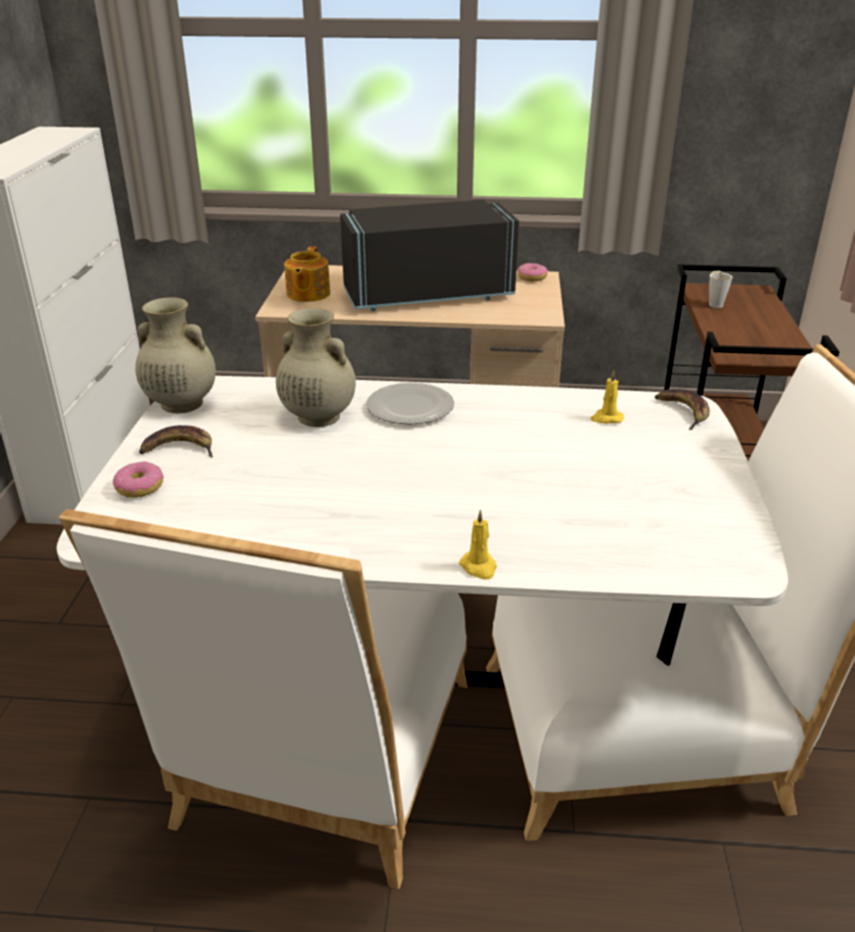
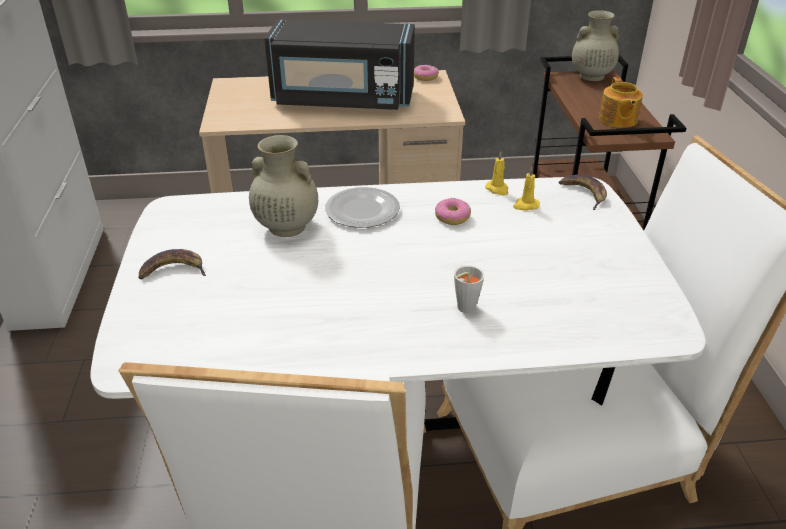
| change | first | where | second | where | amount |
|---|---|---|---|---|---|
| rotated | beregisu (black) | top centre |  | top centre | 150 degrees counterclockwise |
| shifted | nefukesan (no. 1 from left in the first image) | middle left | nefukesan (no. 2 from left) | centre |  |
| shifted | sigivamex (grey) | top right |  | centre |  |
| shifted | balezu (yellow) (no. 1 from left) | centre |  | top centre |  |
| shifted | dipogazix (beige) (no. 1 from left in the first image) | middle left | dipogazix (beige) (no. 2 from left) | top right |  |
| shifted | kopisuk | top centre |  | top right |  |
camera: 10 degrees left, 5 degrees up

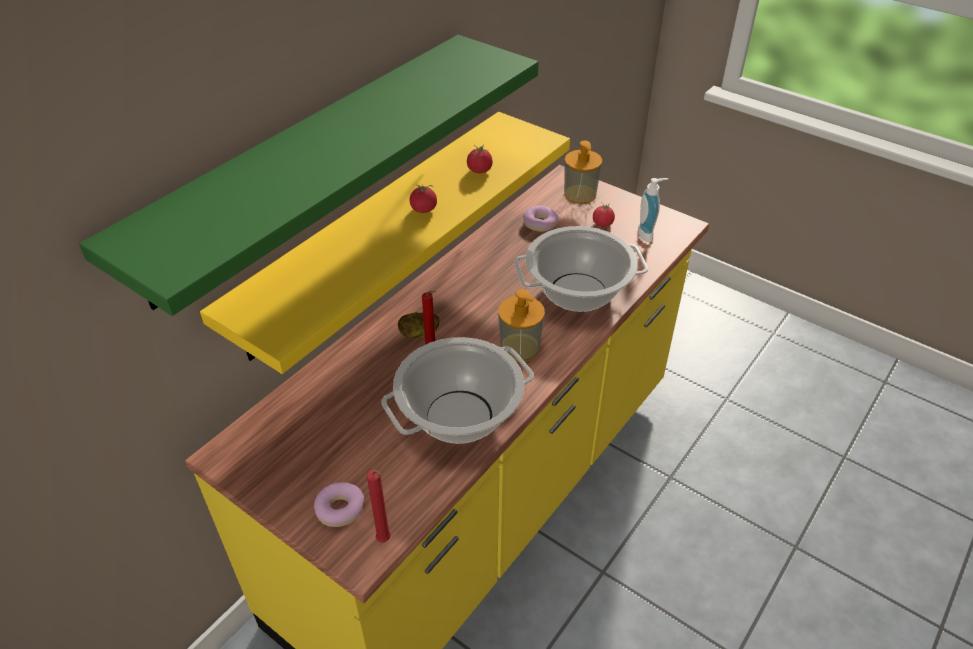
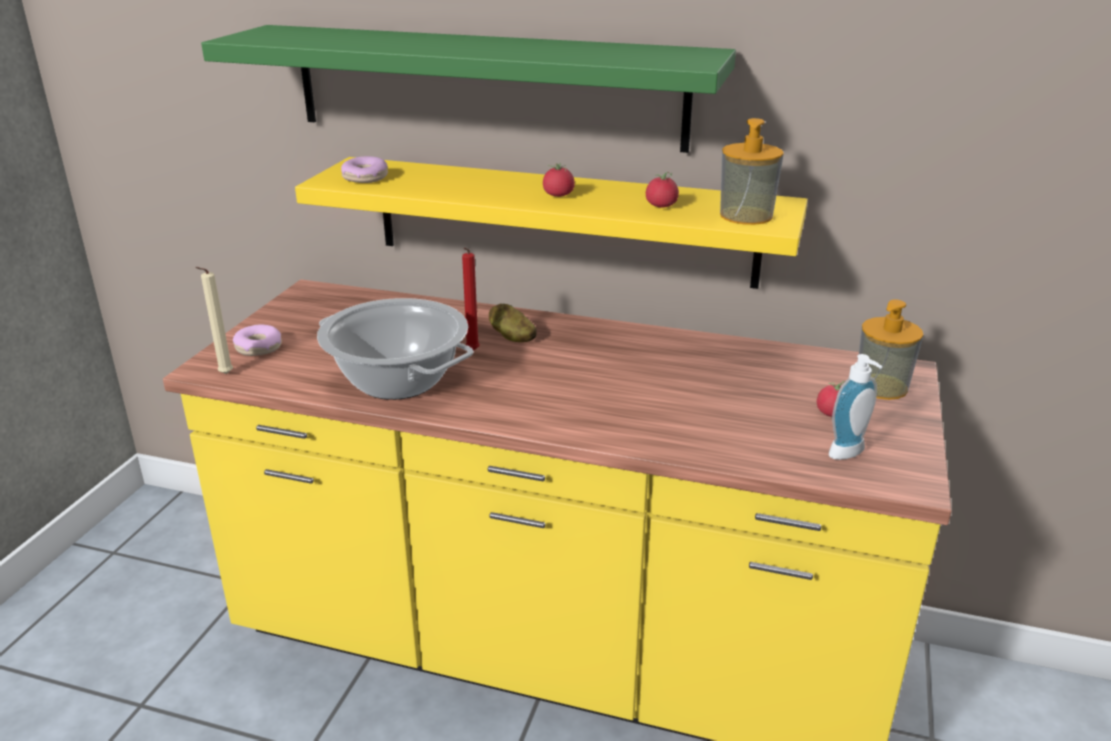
| change | first | where | second | where | amount |
|---|---|---|---|---|---|
| repainted | balezu (red) (no. 1 from left) | bottom centre | balezu (beige) | middle left |  |
| shifted | nefukesan (no. 2 from left) | centre |  | top left |  |
| shifted | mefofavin (no. 1 from left) | centre |  | top right |  |
| gone | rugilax (no. 2 from left) | centre |  |  |  |
camera: 70 degrees right, 15 degrees down

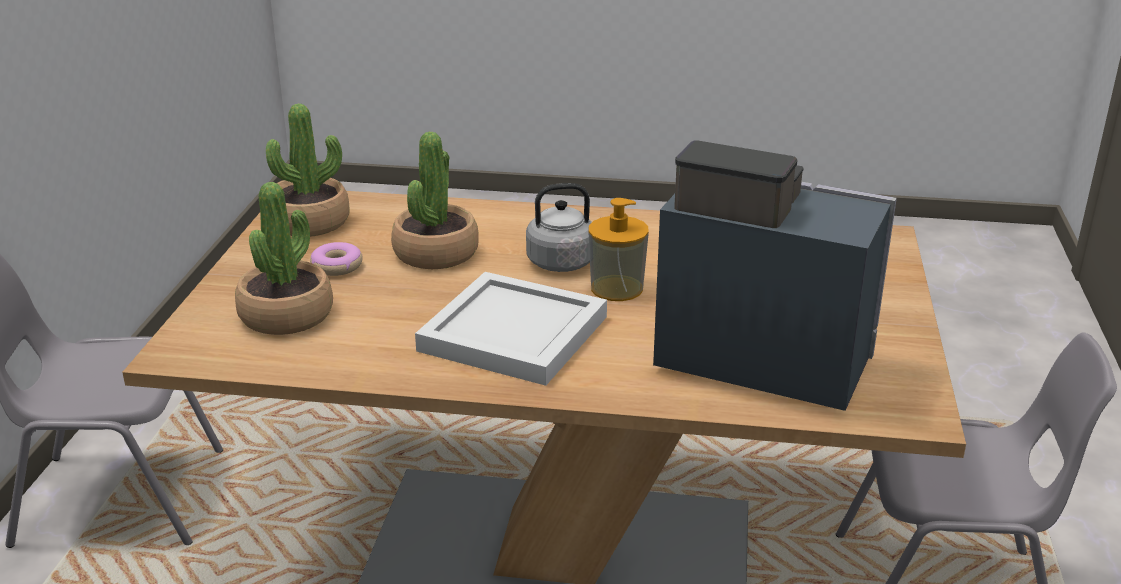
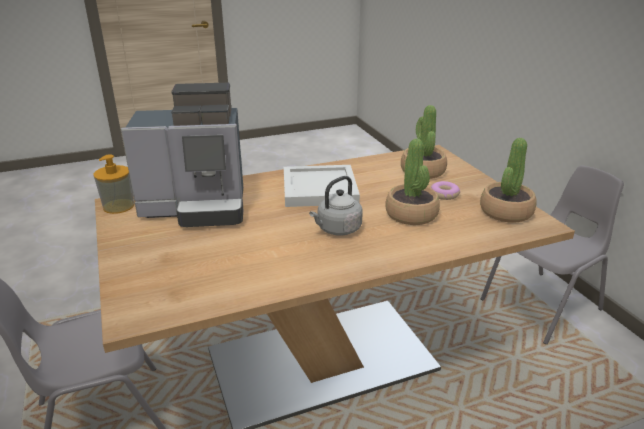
| change | first | where | second | where | amount |
|---|---|---|---|---|---|
| shifted | mefofavin | centre |  | middle left |  |
camera: 150 degrees right, 0 degrees up

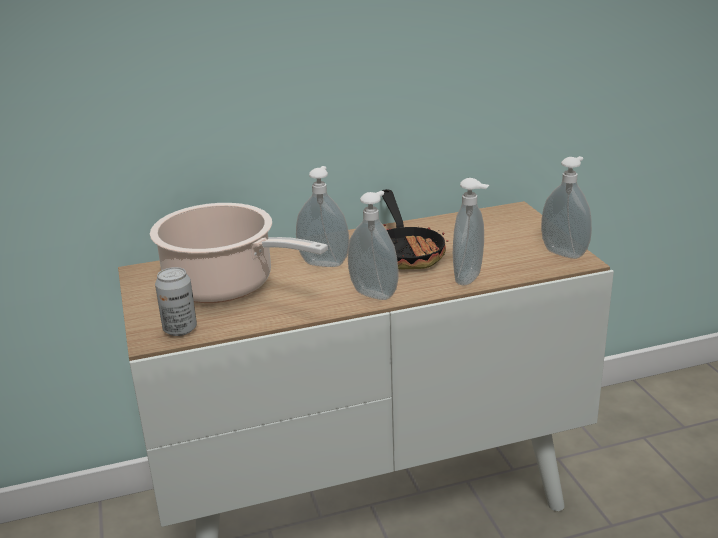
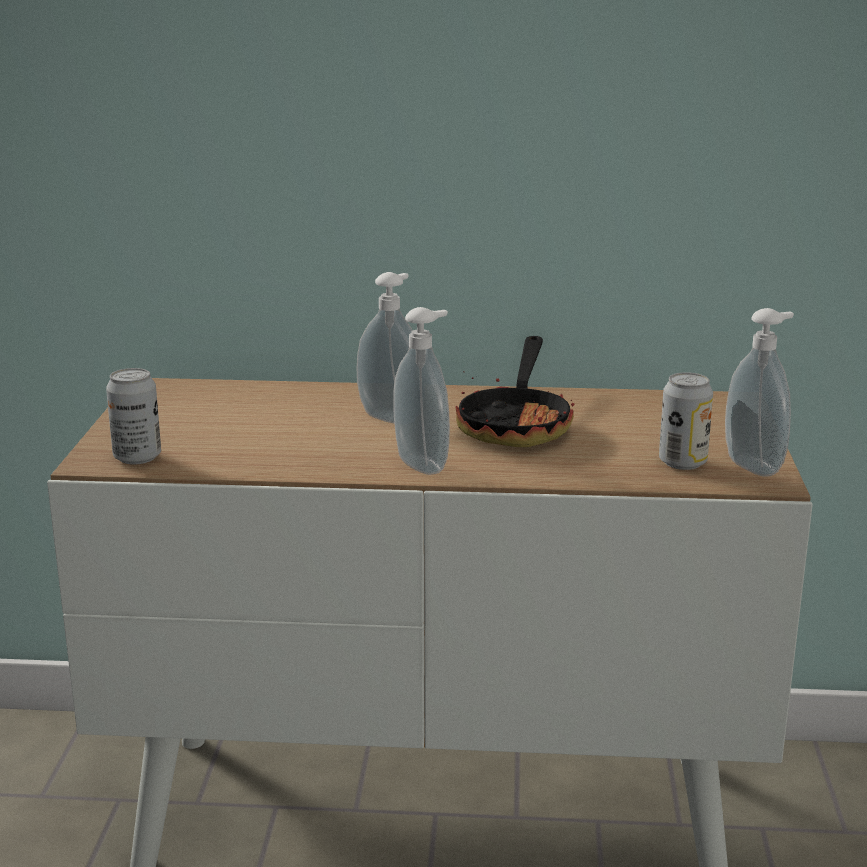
| change | first | where | second | where | amount |
|---|---|---|---|---|---|
| new |  |  | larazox (no. 2 from left) | middle right |  |
| gone | rugilax | middle left |  |  |  |
| gone | mefofavin (no. 3 from left) | centre |  |  |  |
camera: 20 degrees right, 5 degrees down

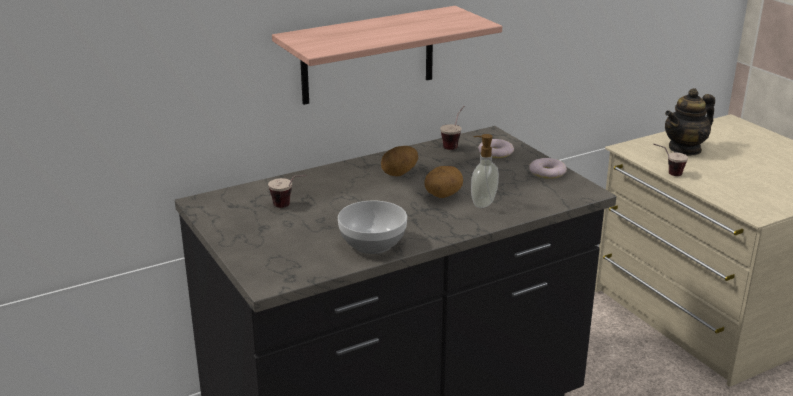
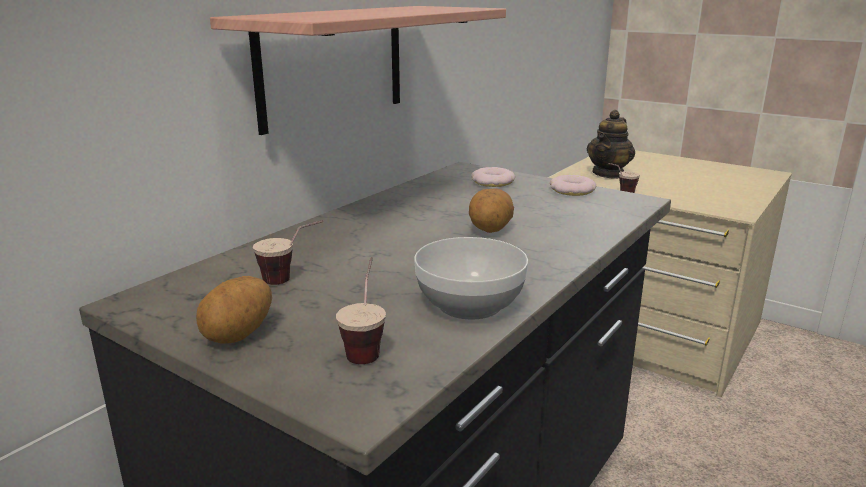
| change | first | where | second | where | amount |
|---|---|---|---|---|---|
| shifted | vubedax (no. 1 from left) | centre |  | middle left |  |
| shifted | sigivamex (no. 2 from left) | top centre |  | centre |  |
| gone | mefofavin | centre |  |  |  |
camera: 25 degrees left, 5 degrees down

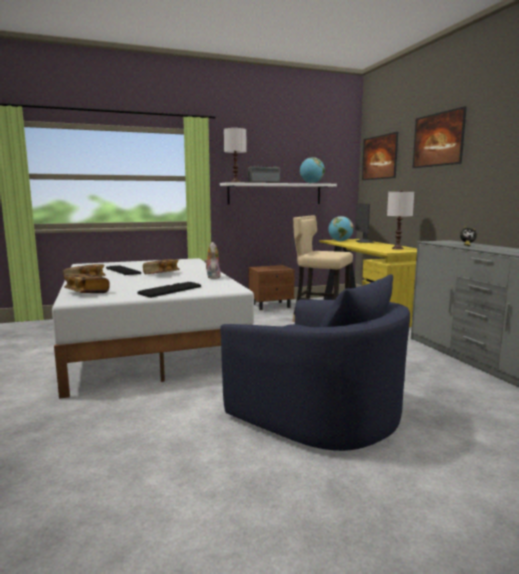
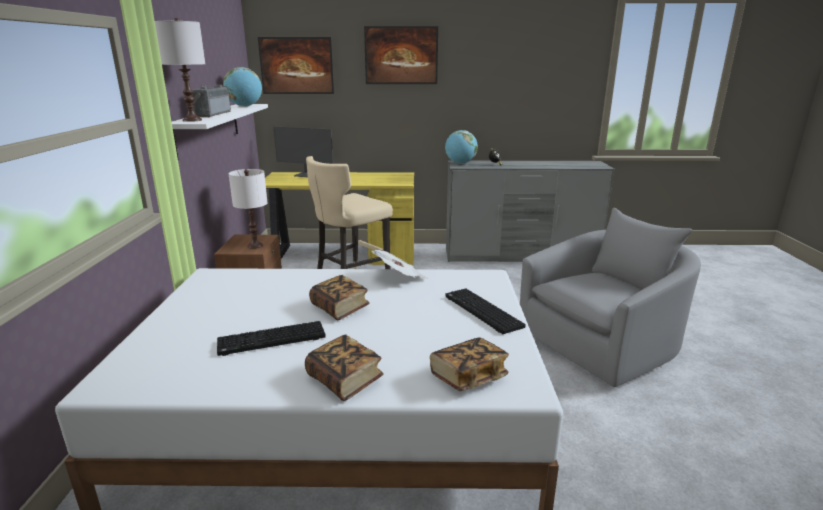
| change | first | where | second | where | amount |
|---|---|---|---|---|---|
| shifted | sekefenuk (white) (no. 2 from left) | middle right |  | middle left |  |
| swapped | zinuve | centre | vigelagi | centre |  |
| shifted | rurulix (no. 2 from left) | centre |  | top centre |  |
| repainted | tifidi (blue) | centre | tifidi (grey) | middle right |  |
camera: 70 degrees left, 10 degrees up

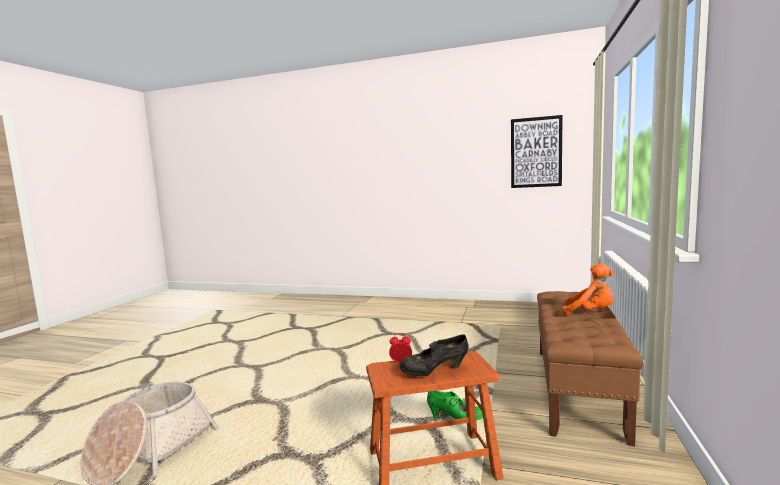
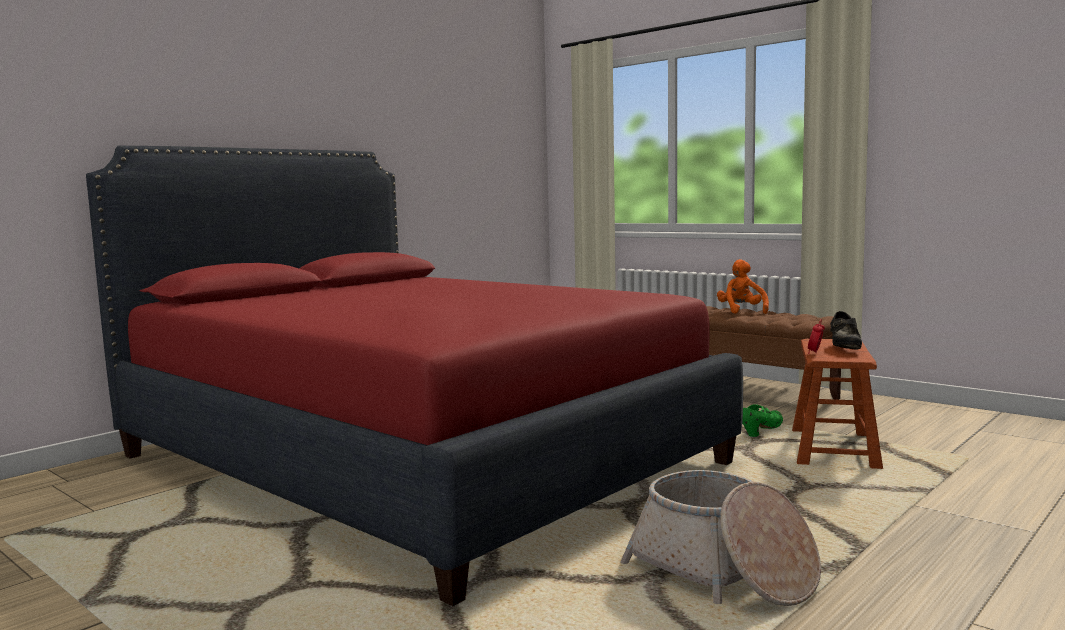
| change | first | where | second | where | amount |
|---|---|---|---|---|---|
| new |  |  | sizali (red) | centre |  |
| rotated | zinuve (orange) | middle right |  | middle right | 60 degrees counterclockwise |
| gone | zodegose | top right |  |  |  |
camera: 65 degrees left, 0 degrees up

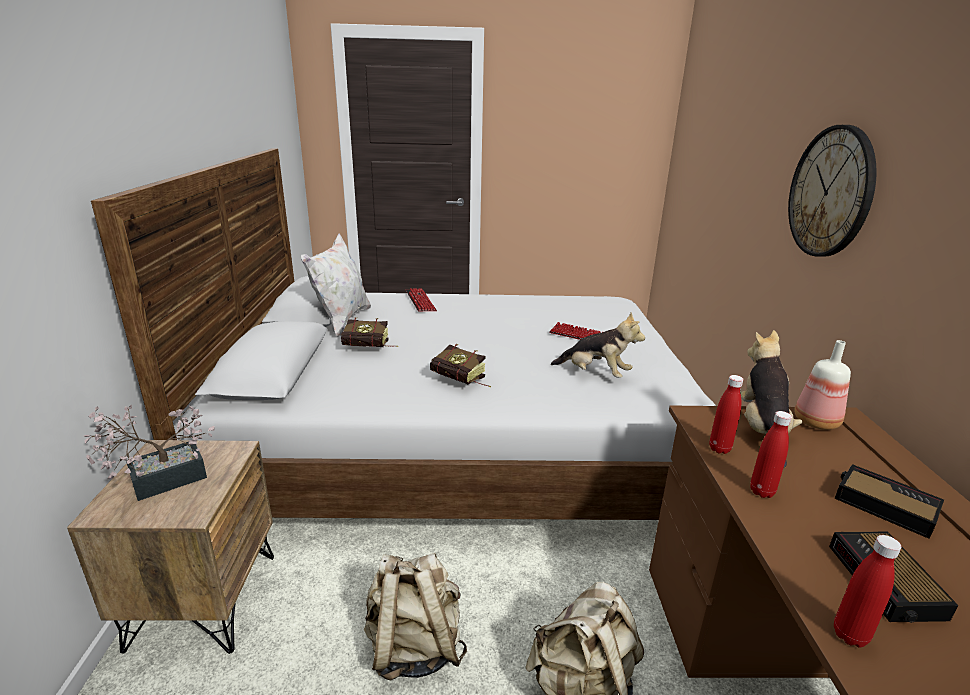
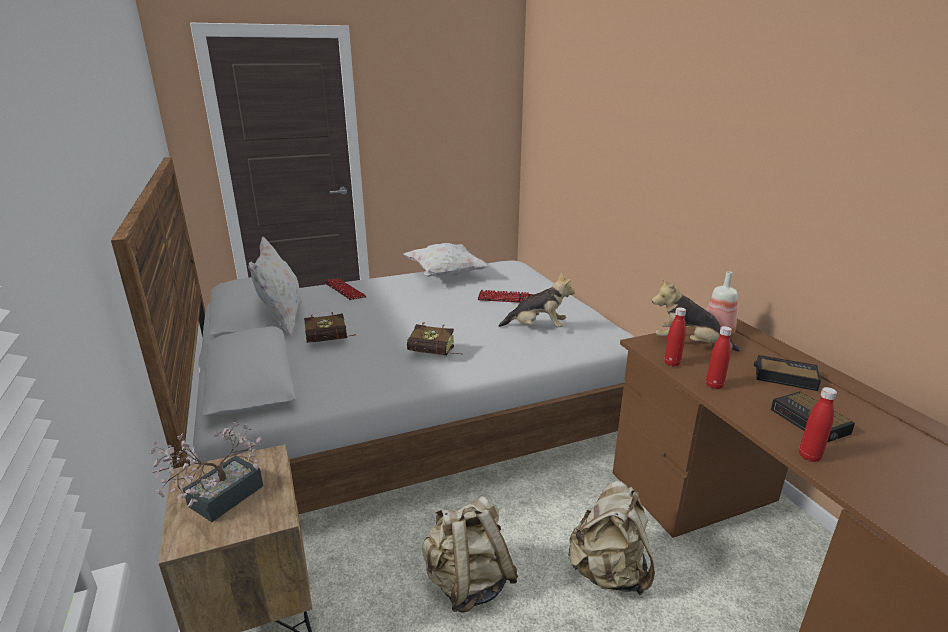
| change | first | where | second | where | amount |
|---|---|---|---|---|---|
| new |  |  | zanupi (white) (no. 2 from left) | centre |  |
| rotated | zinuve (no. 2 from left) | middle right |  | middle right | 60 degrees counterclockwise |
| gone | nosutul | top right |  |  |  |
camera: 20 degrees left, 0 degrees up

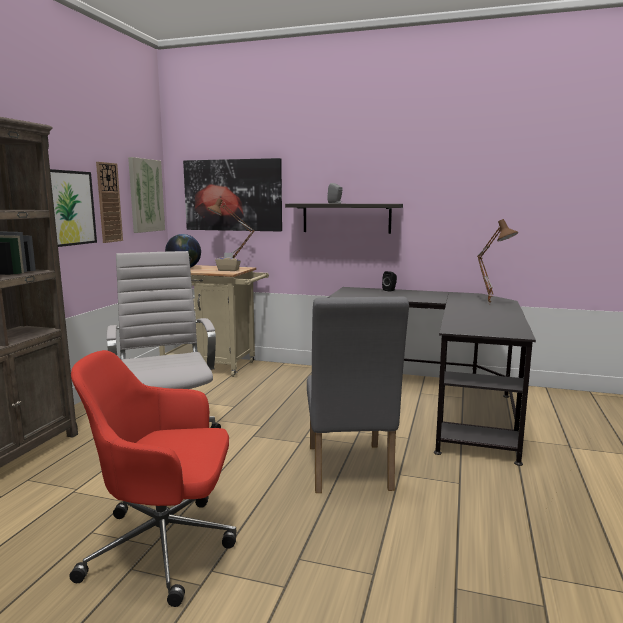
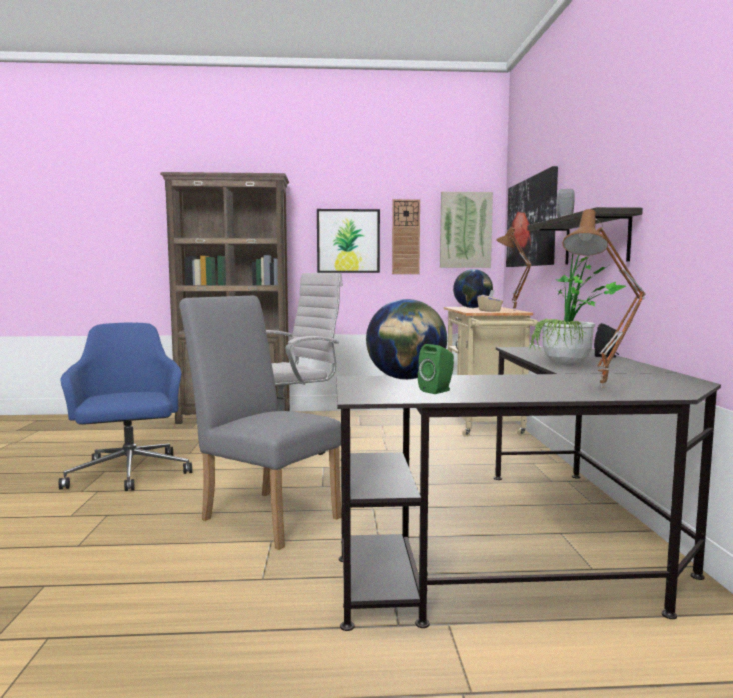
| change | first | where | second | where | amount |
|---|---|---|---|---|---|
| repainted | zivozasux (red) | bottom left | zivozasux (blue) | middle left |  |
| rotated | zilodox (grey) | centre |  | centre | 60 degrees clockwise |
| new |  |  | rurulix (no. 1 from left) | centre |  |
| new |  |  | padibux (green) | centre |  |
| new |  |  | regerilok | middle right |  |
camera: 70 degrees right, 5 degrees down

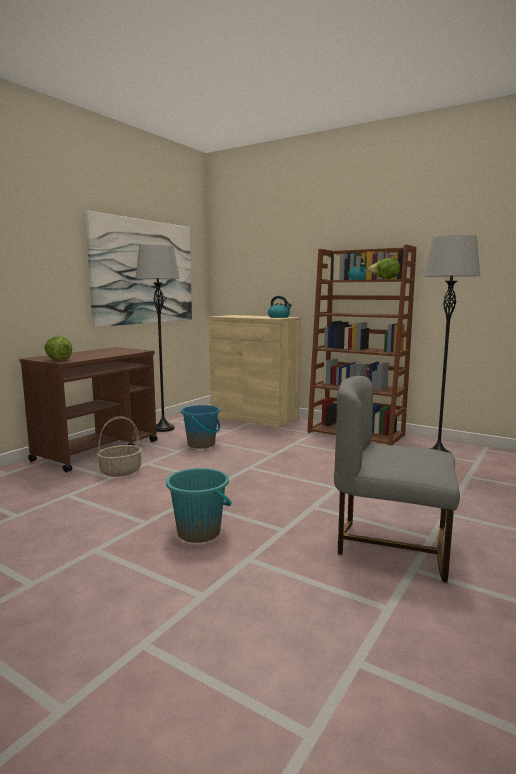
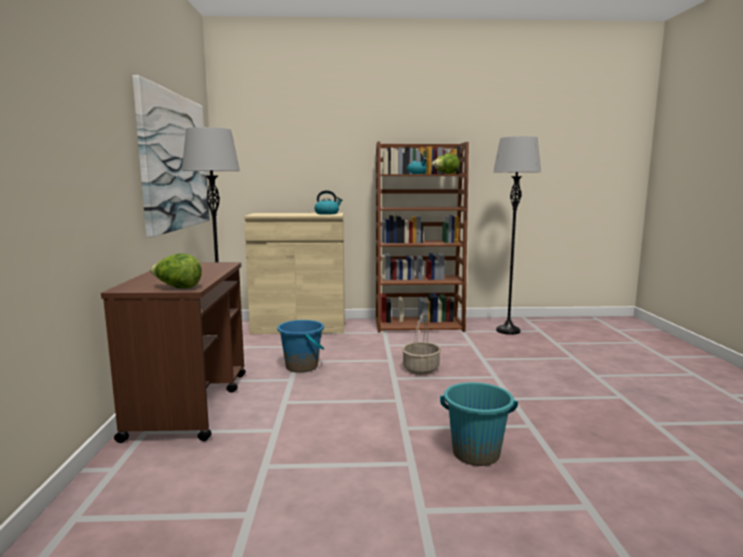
| change | first | where | second | where | amount |
|---|---|---|---|---|---|
| shifted | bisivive | middle left |  | centre |  |
| gone | zilodox (grey) | middle right |  |  |  |
camera: 35 degrees left, 0 degrees up

